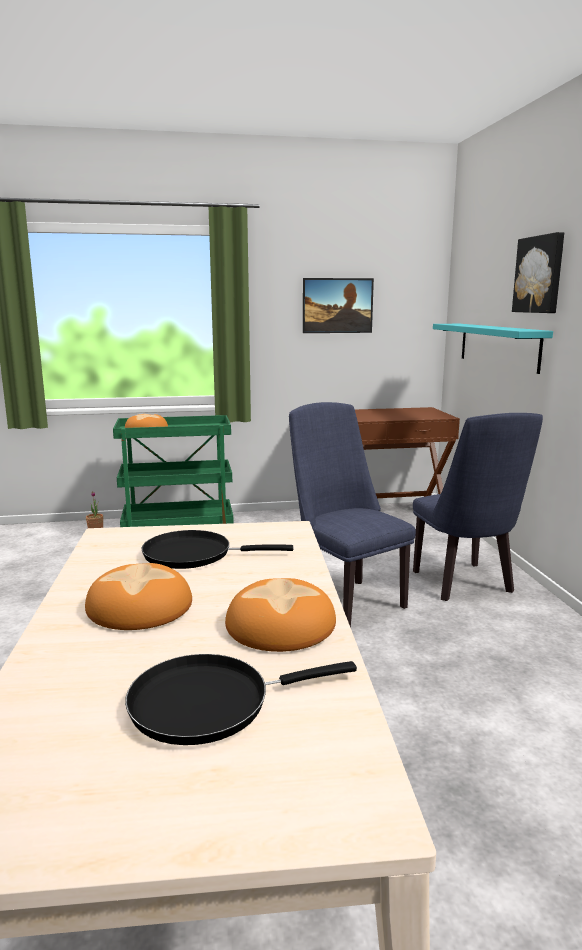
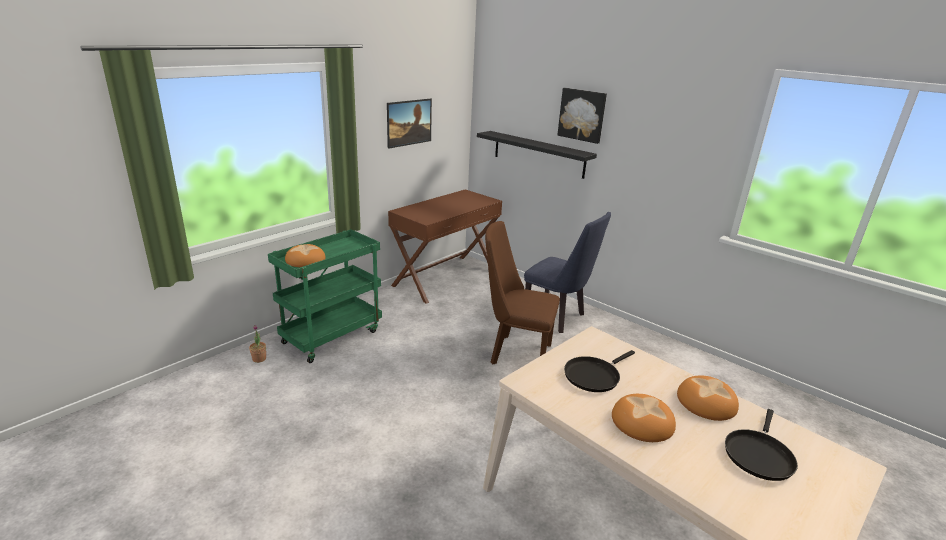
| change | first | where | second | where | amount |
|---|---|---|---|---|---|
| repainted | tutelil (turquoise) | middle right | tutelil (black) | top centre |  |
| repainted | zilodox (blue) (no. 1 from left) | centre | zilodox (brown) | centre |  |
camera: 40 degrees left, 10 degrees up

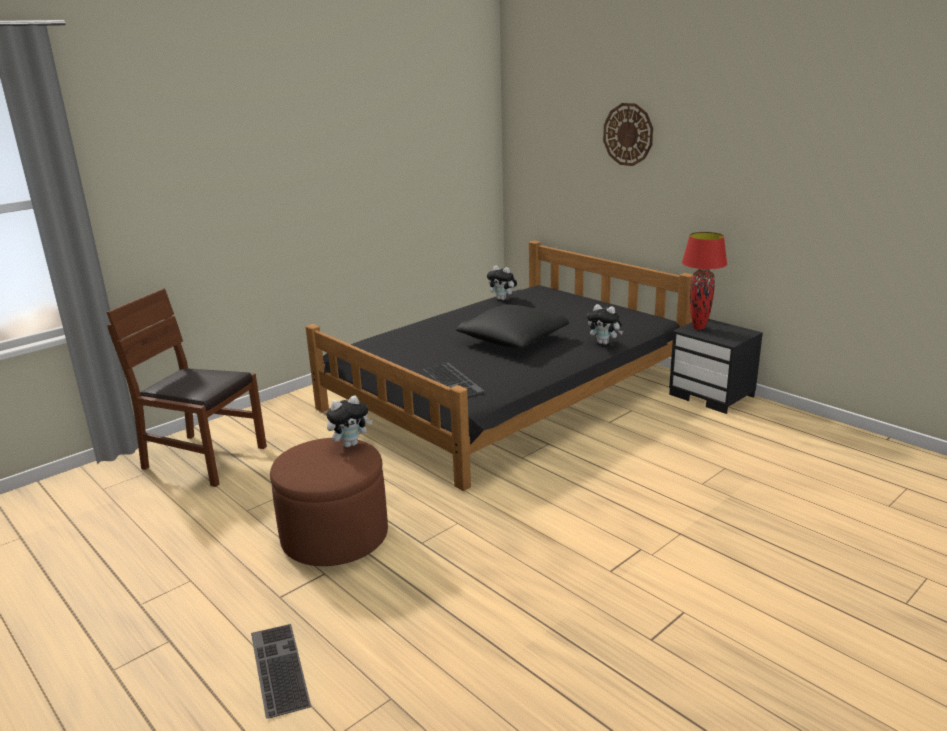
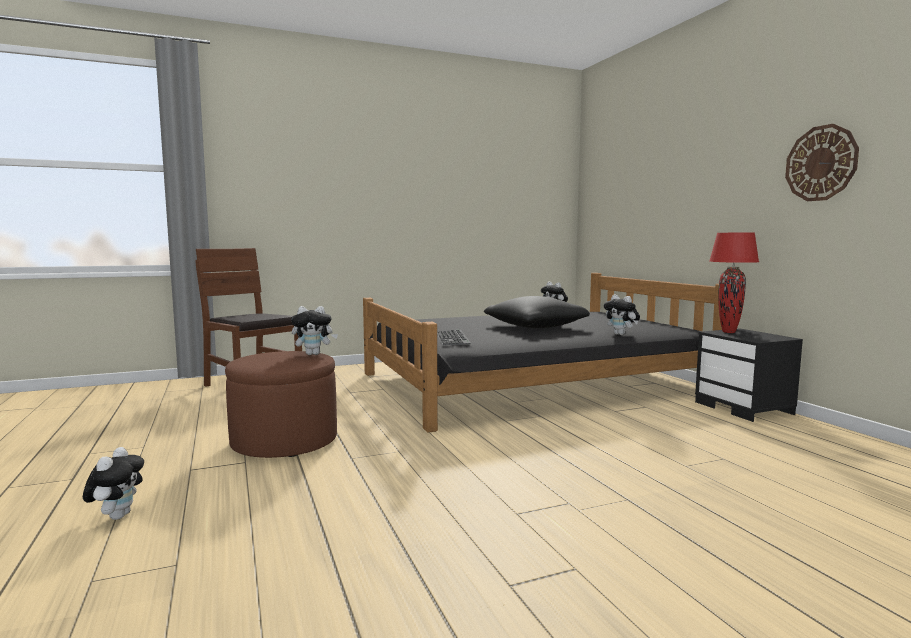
| change | first | where | second | where | amount |
|---|---|---|---|---|---|
| swapped | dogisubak (no. 1 from left) | bottom left | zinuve (no. 1 from left) | bottom left |  |
| shifted | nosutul | top centre |  | top right |  |
camera: 20 degrees right, 15 degrees down

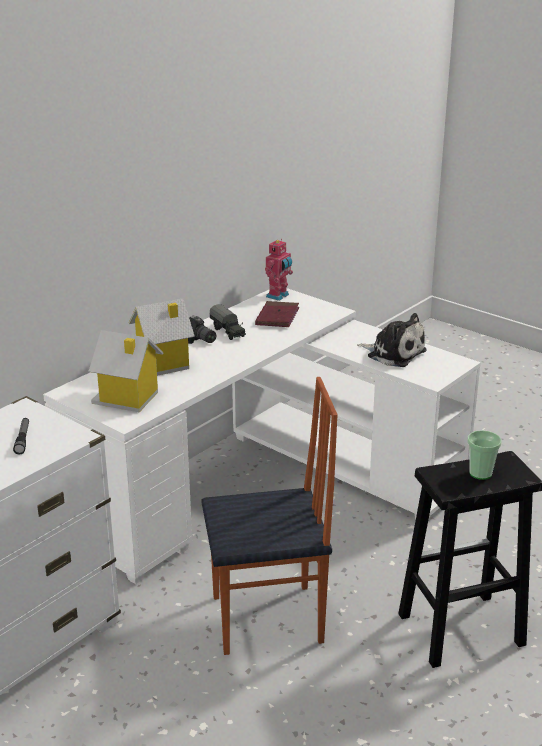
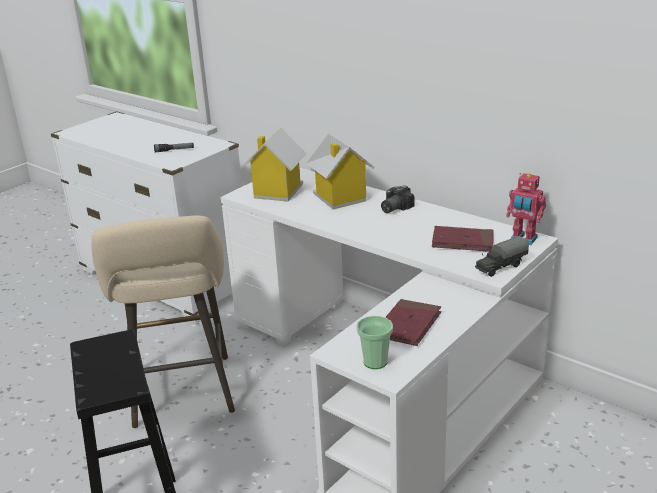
| change | first | where | second | where | amount |
|---|---|---|---|---|---|
| swapped | zilodox | bottom centre | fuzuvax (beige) | middle left |  |
| shifted | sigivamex | middle right |  | bottom centre |  |
| swapped | zinuve | middle right | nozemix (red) (no. 1 from left) | centre |  |
| shifted | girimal | centre |  | middle right |  |
camera: 90 degrees right, 0 degrees up

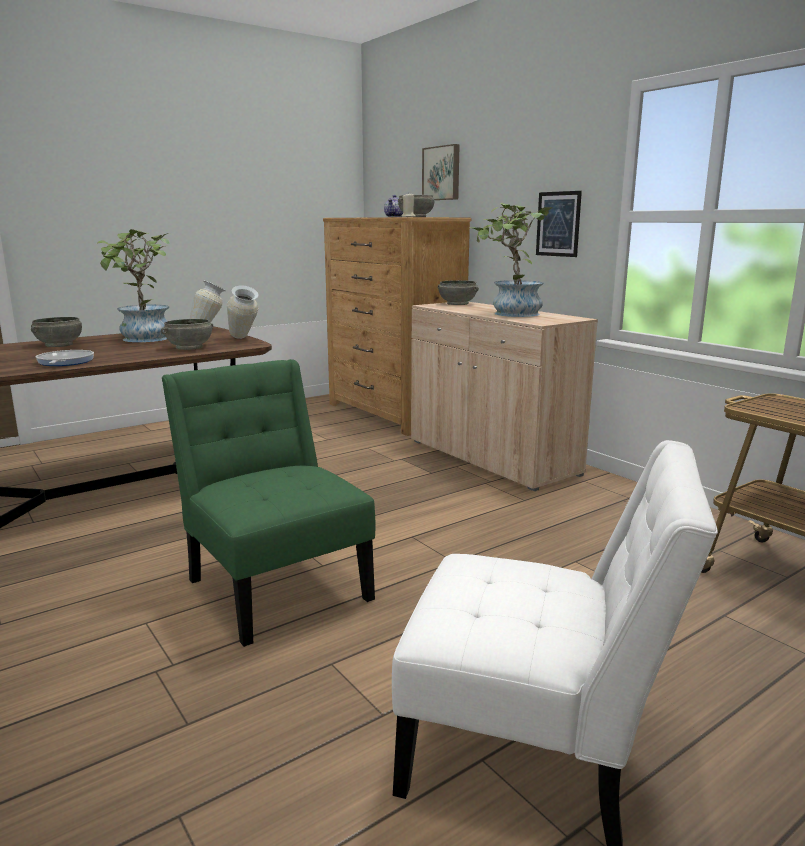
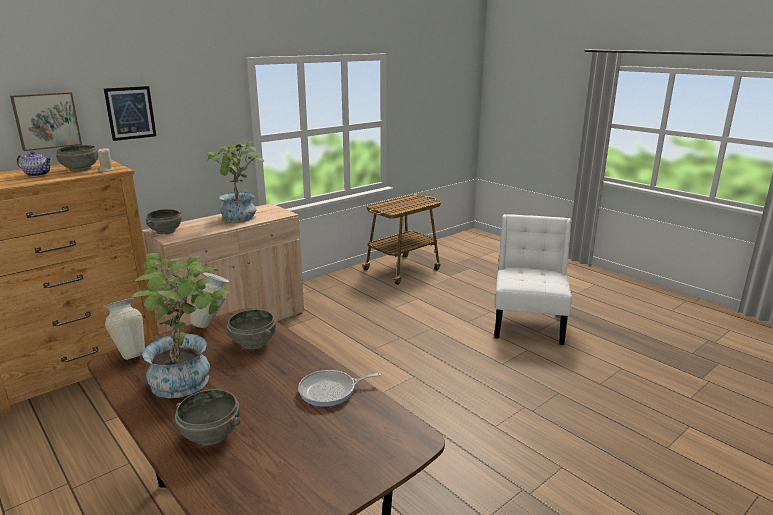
| change | first | where | second | where | amount |
|---|---|---|---|---|---|
| shifted | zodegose (no. 2 from left) | top right |  | top left |  |
| gone | zilodox (green) | middle left |  |  |  |
camera: 95 degrees left, 5 degrees up

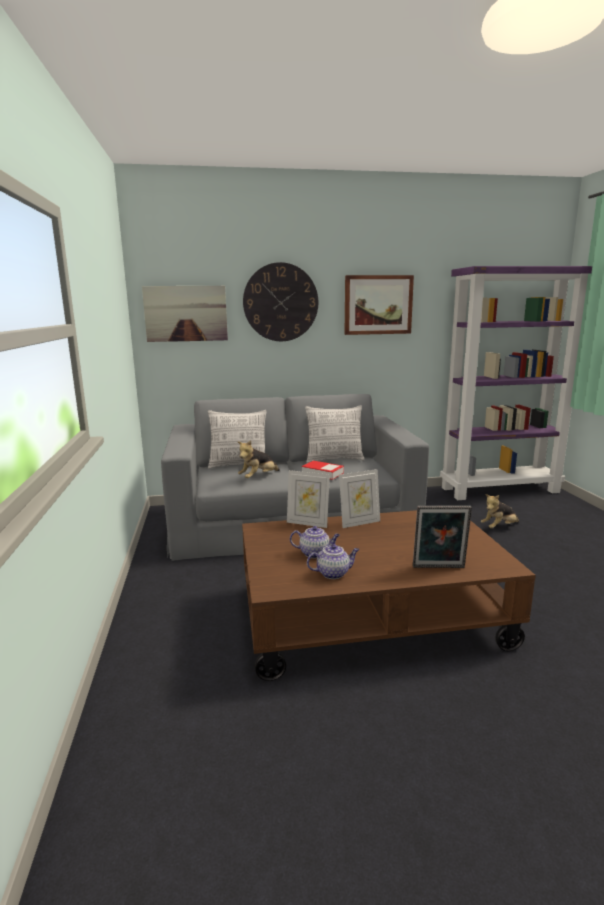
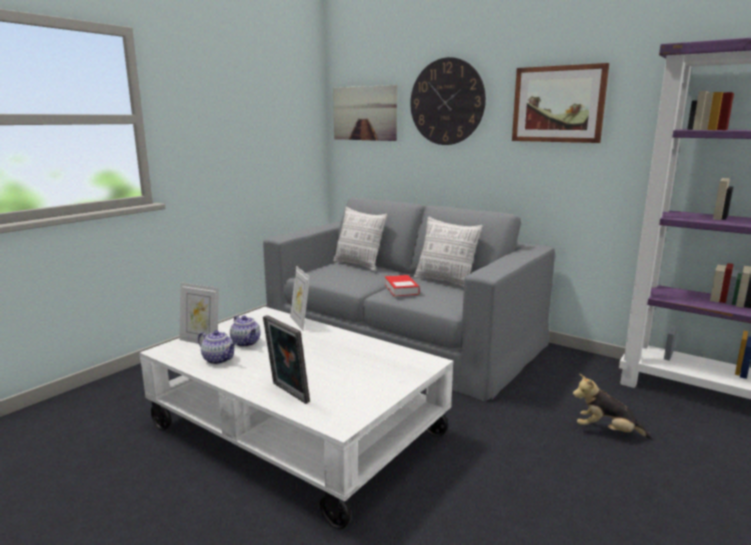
| change | first | where | second | where | amount |
|---|---|---|---|---|---|
| repainted | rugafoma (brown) | centre | rugafoma (white) | bottom centre |  |
| shifted | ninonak (no. 2 from left in the first image) | centre | ninonak (no. 1 from left) | middle left |  |
| gone | zinuve (no. 1 from left) | centre |  |  |  |
camera: 45 degrees right, 0 degrees up

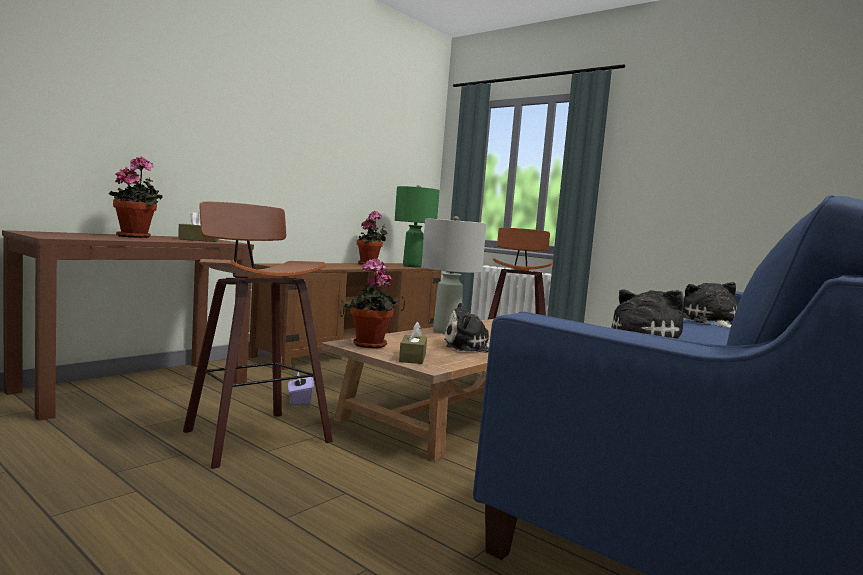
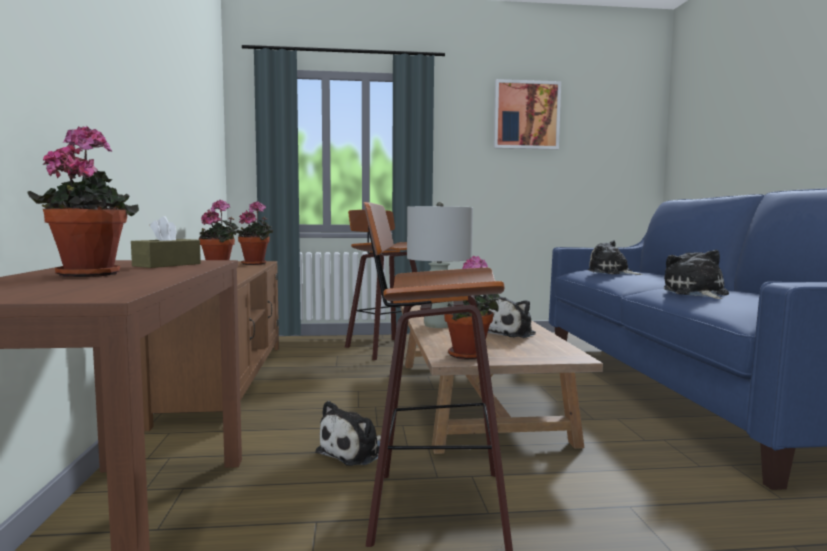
| change | first | where | second | where | amount |
|---|---|---|---|---|---|
| swapped | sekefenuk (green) | centre | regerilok (no. 3 from left) | middle left |  |
| swapped | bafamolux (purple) | bottom centre | zinuve (no. 1 from left) | bottom centre |  |
| new |  |  | zodegose | top centre |  |
| gone | bafamolux (brown) (no. 2 from left) | centre |  |  |  |
camera: 45 degrees left, 0 degrees up

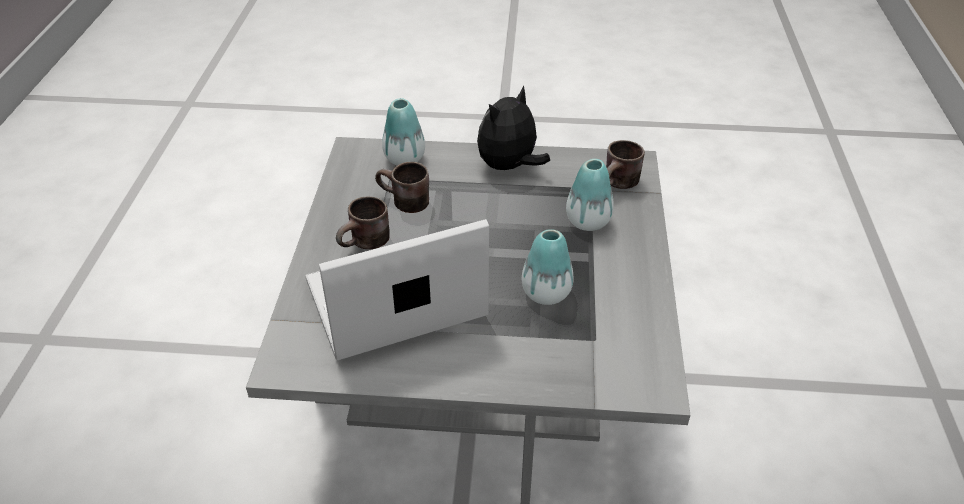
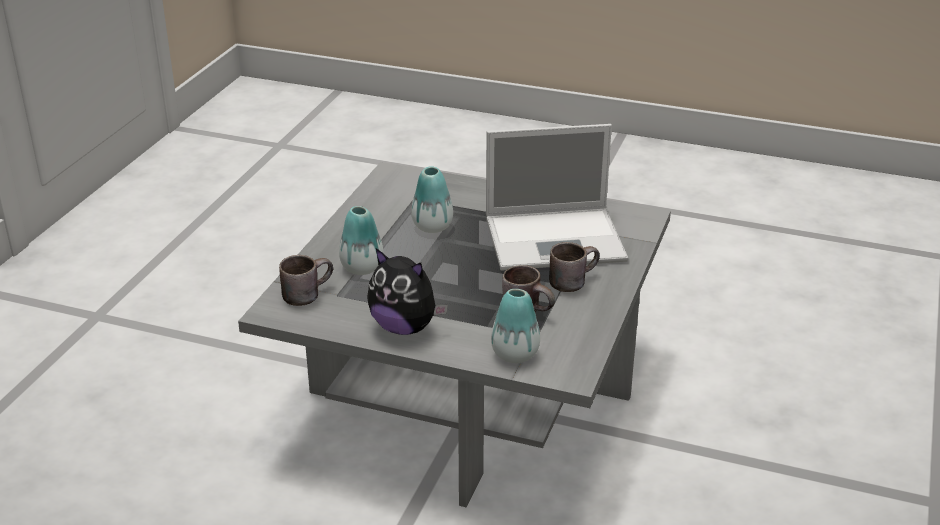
| change | first | where | second | where | amount |
|---|---|---|---|---|---|
| rotated | zinuve | top centre |  | centre | 60 degrees clockwise |
camera: 165 degrees left, 10 degrees down

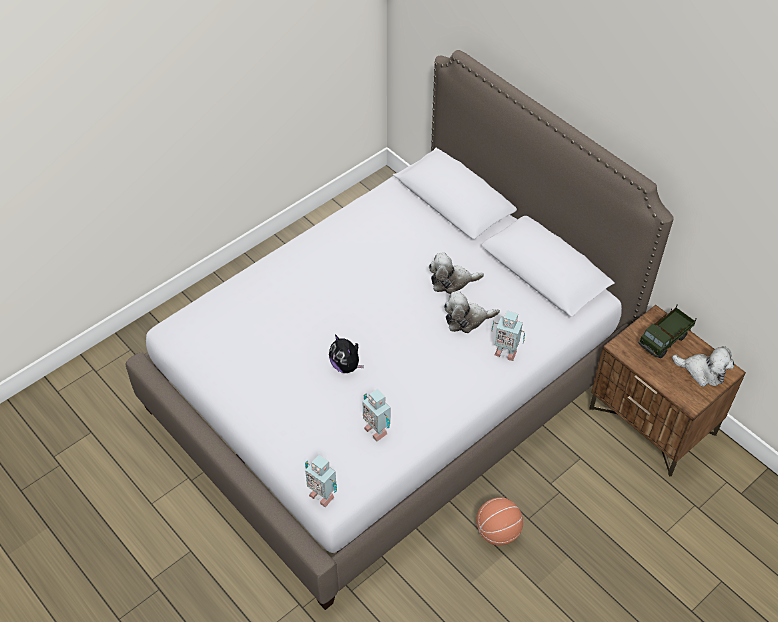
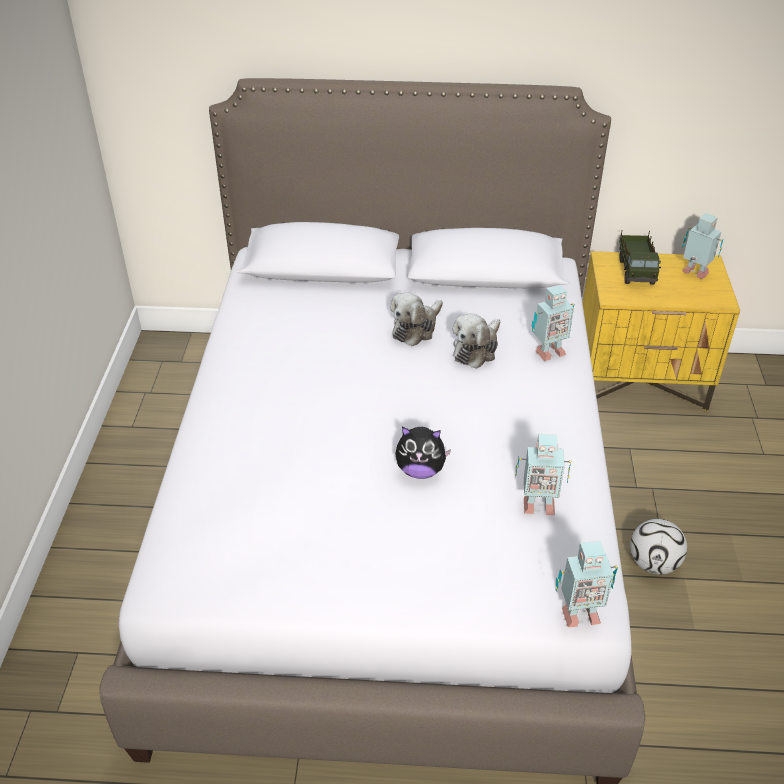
| change | first | where | second | where | amount |
|---|---|---|---|---|---|
| repainted | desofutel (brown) | middle right | desofutel (yellow) | middle right |  |
| swapped | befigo | bottom centre | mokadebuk | bottom right |  |
| swapped | zinuve (no. 4 from left) | middle right | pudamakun (no. 4 from left) | top right |  |
camera: 45 degrees left, 10 degrees down

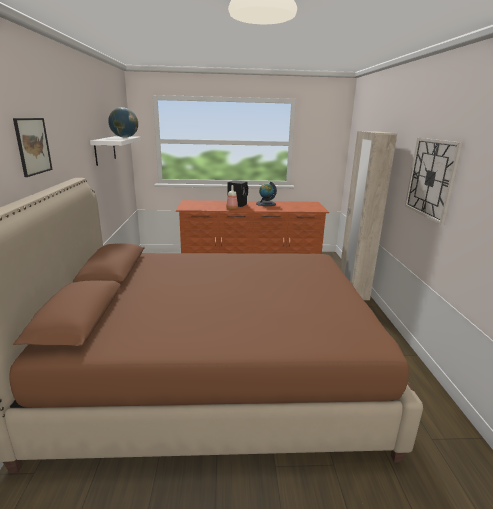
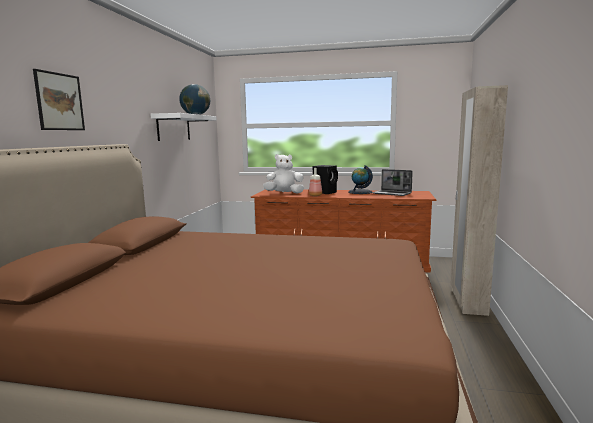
| change | first | where | second | where | amount |
|---|---|---|---|---|---|
| new |  |  | zinuve (white) | centre |  |
| new |  |  | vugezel | centre |  |
| gone | nosutul | middle right |  |  |  |
camera: 15 degrees right, 10 degrees down

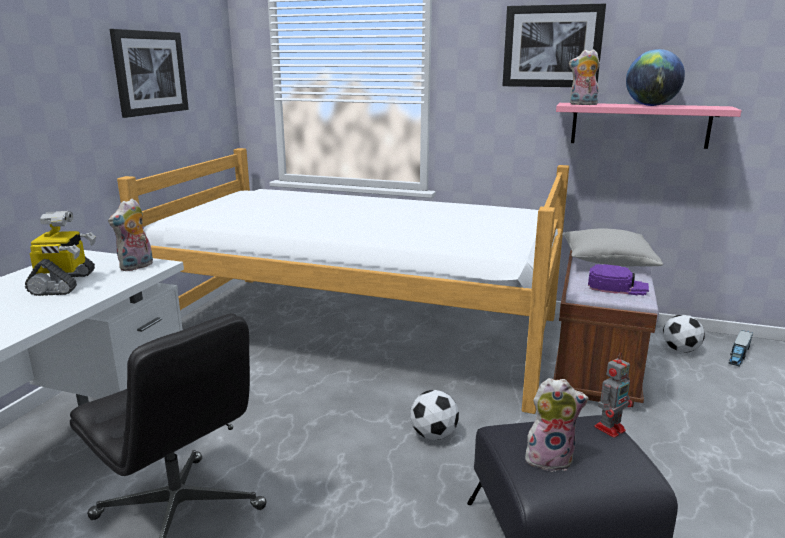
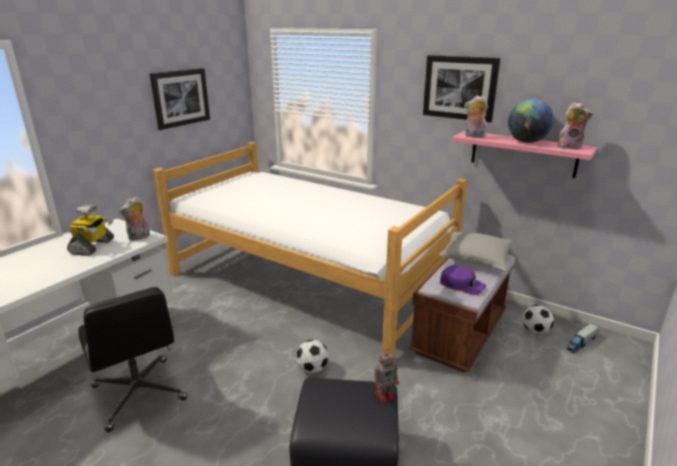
| change | first | where | second | where | amount |
|---|---|---|---|---|---|
| shifted | zinuve (no. 2 from left in the first image) | bottom right | zinuve (no. 3 from left) | top right |  |
camera: 15 degrees right, 5 degrees up

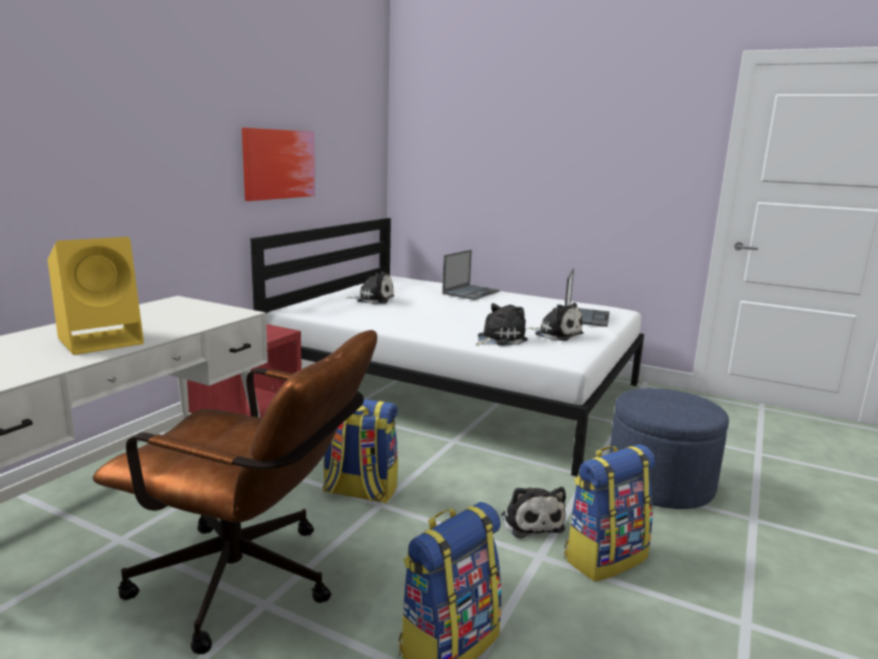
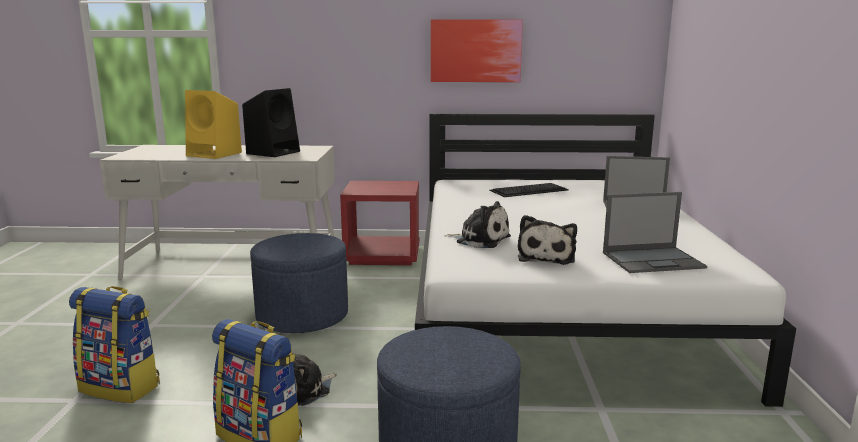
| change | first | where | second | where | amount |
|---|---|---|---|---|---|
| new |  |  | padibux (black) | top left |  |
| swapped | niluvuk (no. 1 from left) | bottom centre | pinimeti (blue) (no. 1 from left) | centre |  |
| swapped | zinuve (no. 1 from left) | centre | dogisubak | centre |  |
| gone | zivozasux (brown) | bottom left |  |  |  |
camera: 65 degrees right, 0 degrees up

